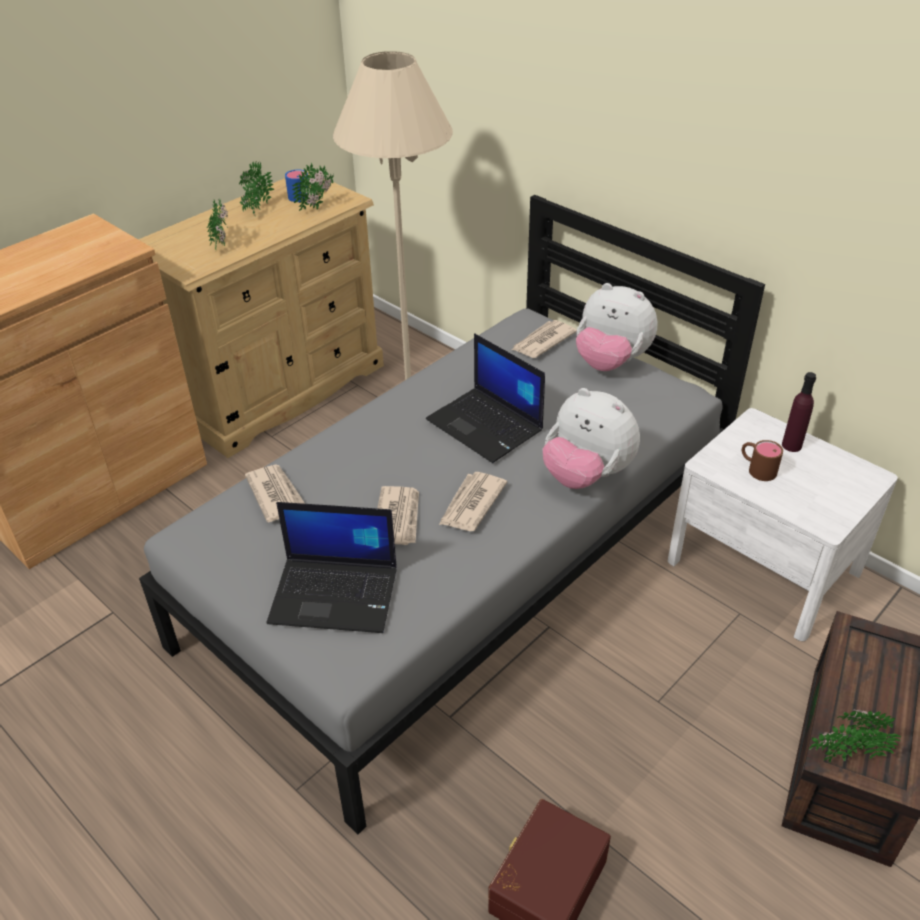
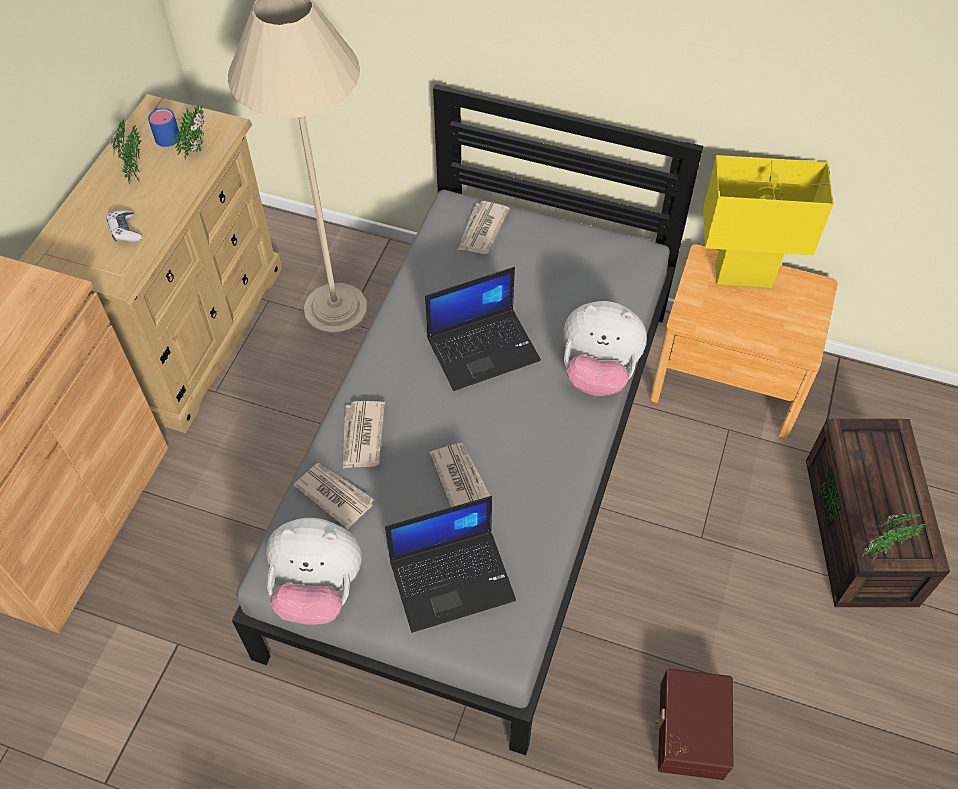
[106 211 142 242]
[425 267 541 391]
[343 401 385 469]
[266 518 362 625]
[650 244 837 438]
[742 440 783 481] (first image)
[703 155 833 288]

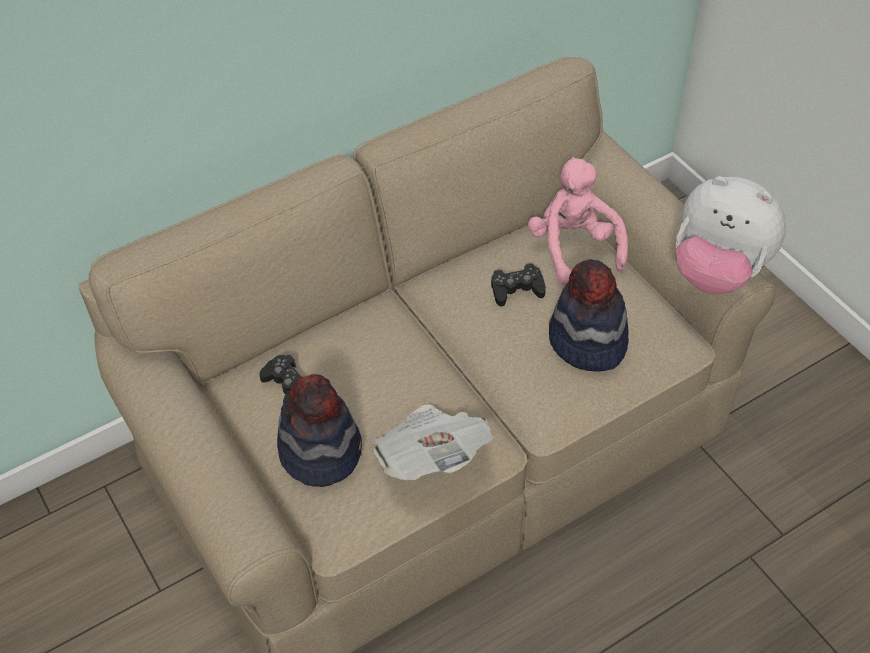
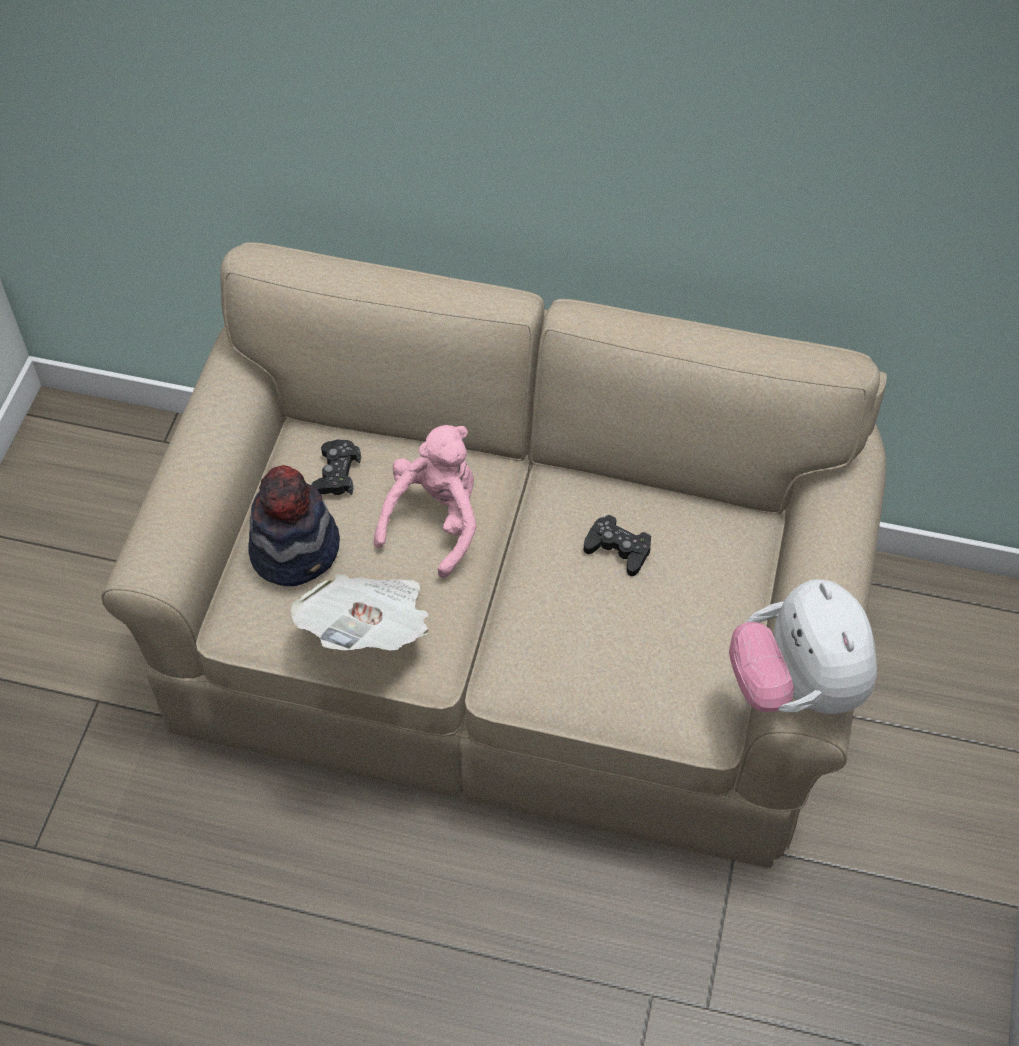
[374 425 477 578]
[549 259 629 372] (first image)

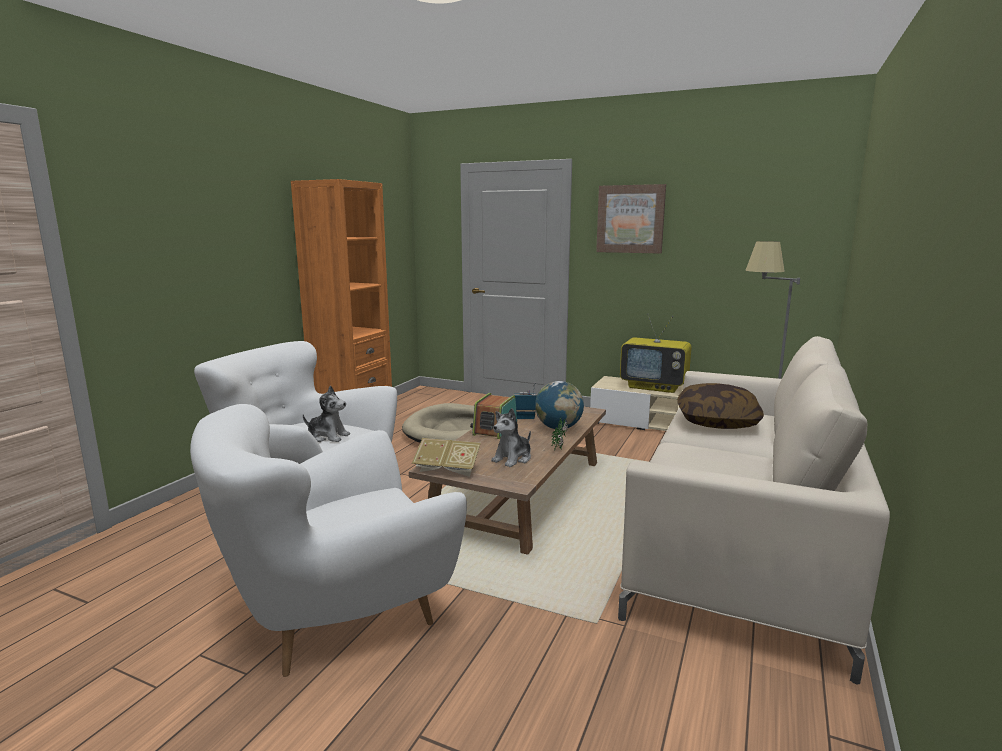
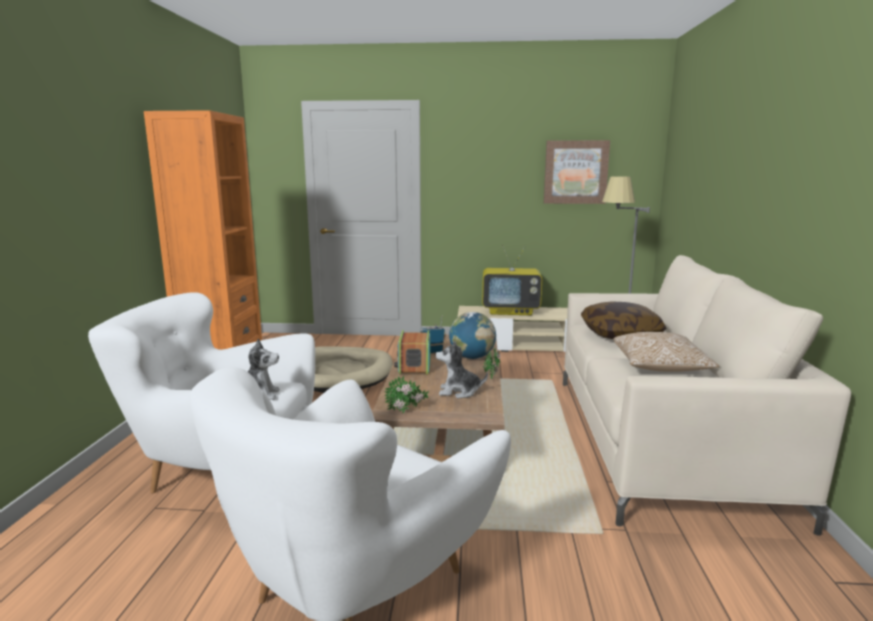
[385 376 429 413]
[436 341 488 398]
[544 140 610 204]
[613 332 720 372]

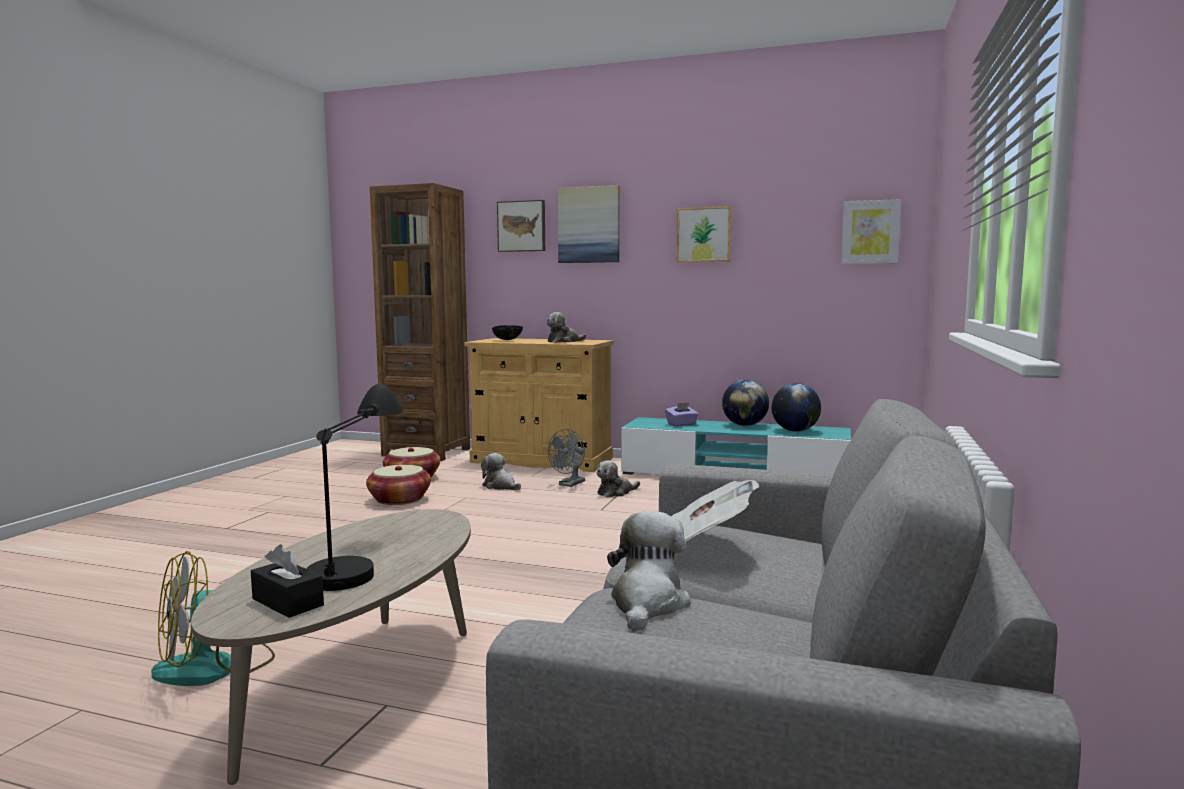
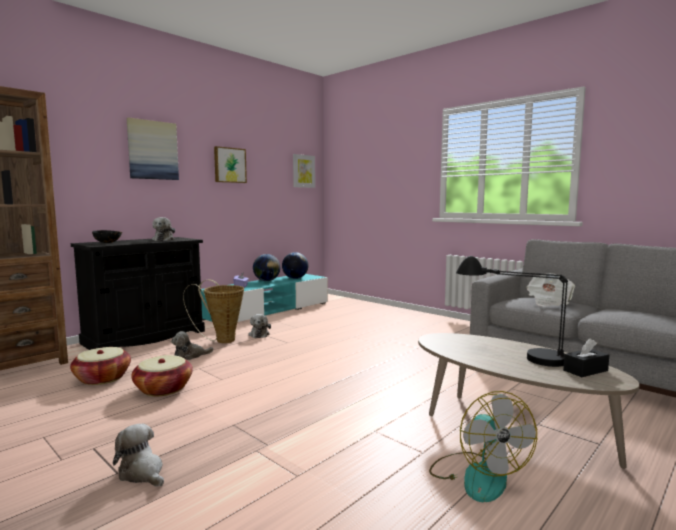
[71 237 205 350]
[497 200 545 252] (first image)
[183 280 244 343]
[113 424 164 487]

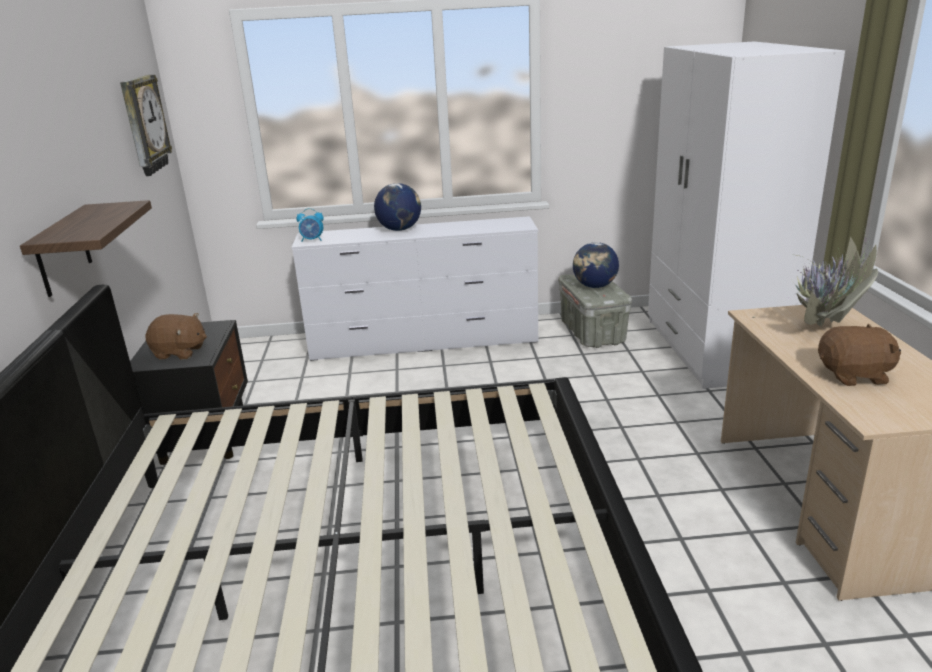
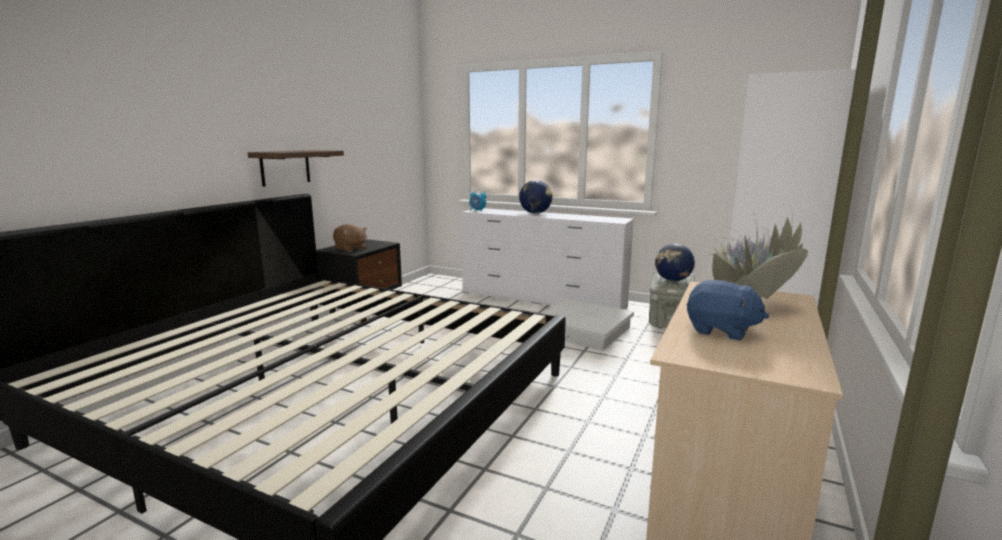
[120 75 172 176] (first image)
[687 280 769 340]
[542 299 634 350]

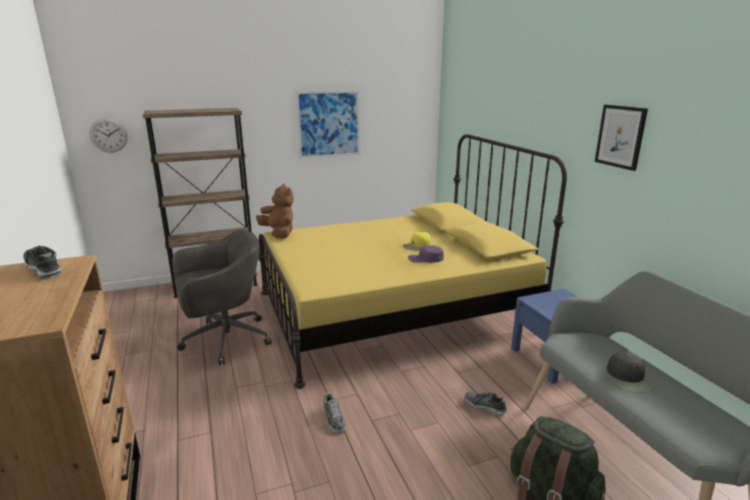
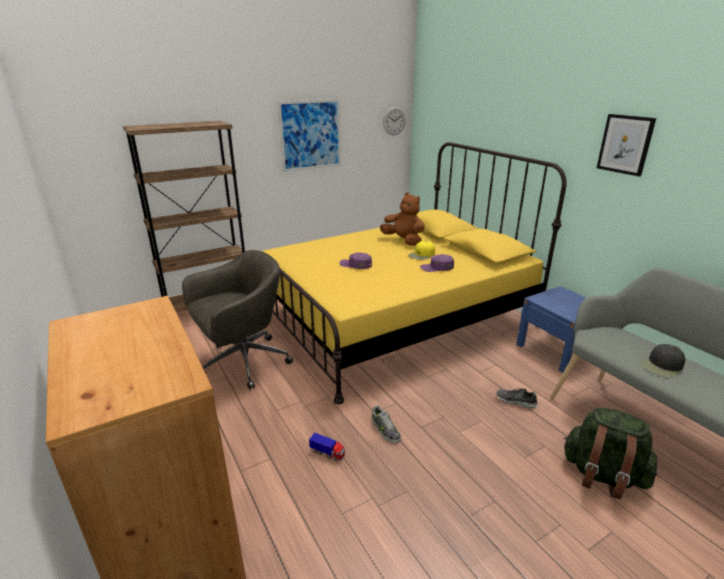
[23 245 62 279] (first image)
[383 107 406 135]
[380 192 425 246]
[641 344 685 378]
[309 433 345 461]
[340 253 372 269]

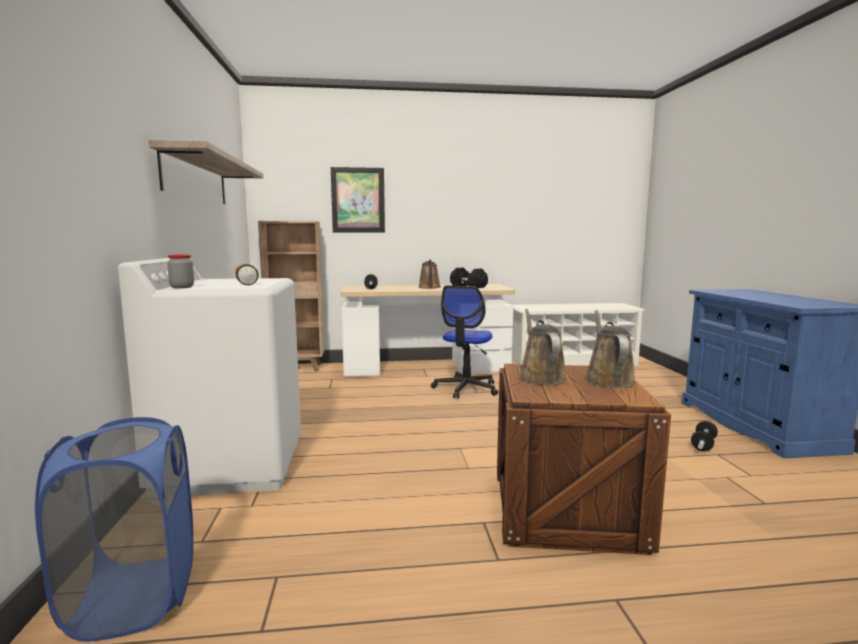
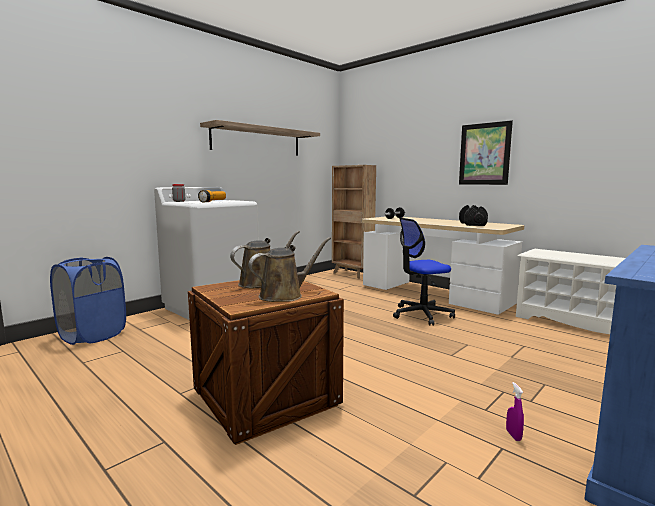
[459 120 513 185]
[418 259 440 289] (first image)
[506 382 524 441]

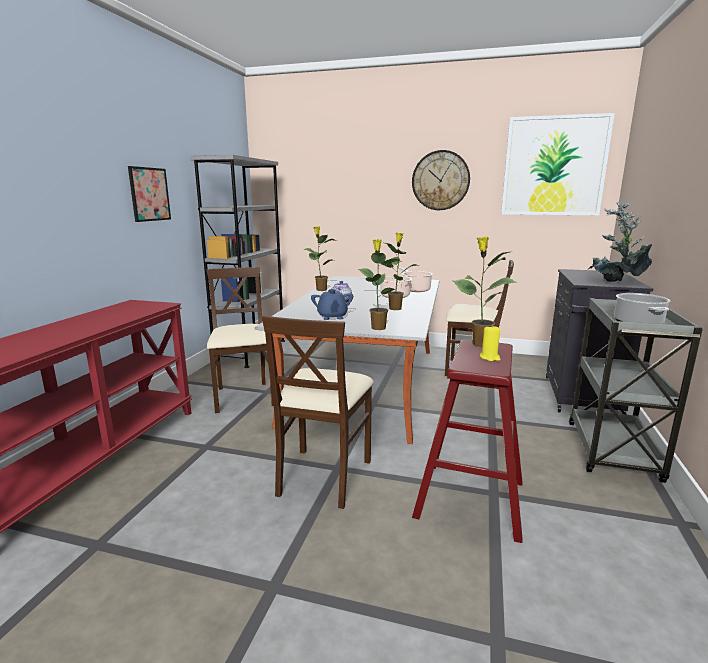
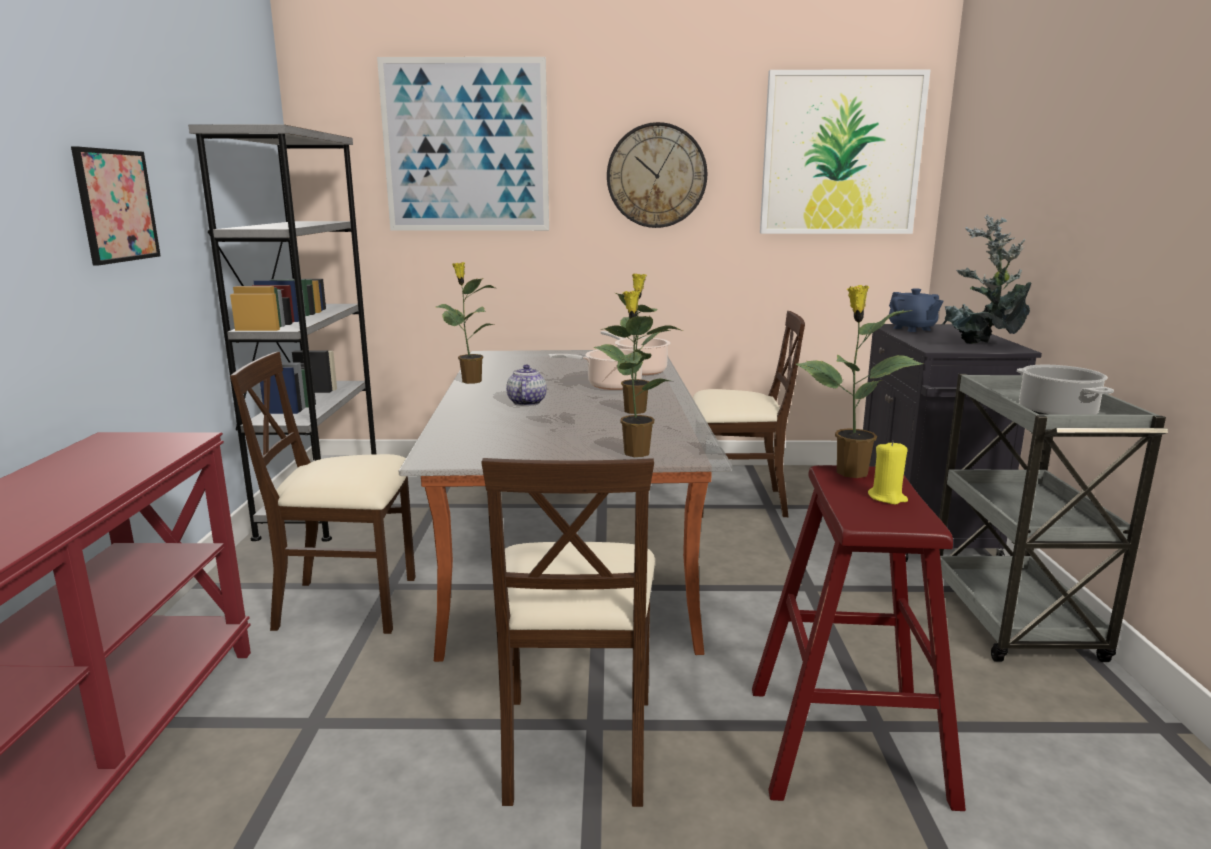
[230 352 416 634]
[889 288 943 332]
[377 57 549 231]

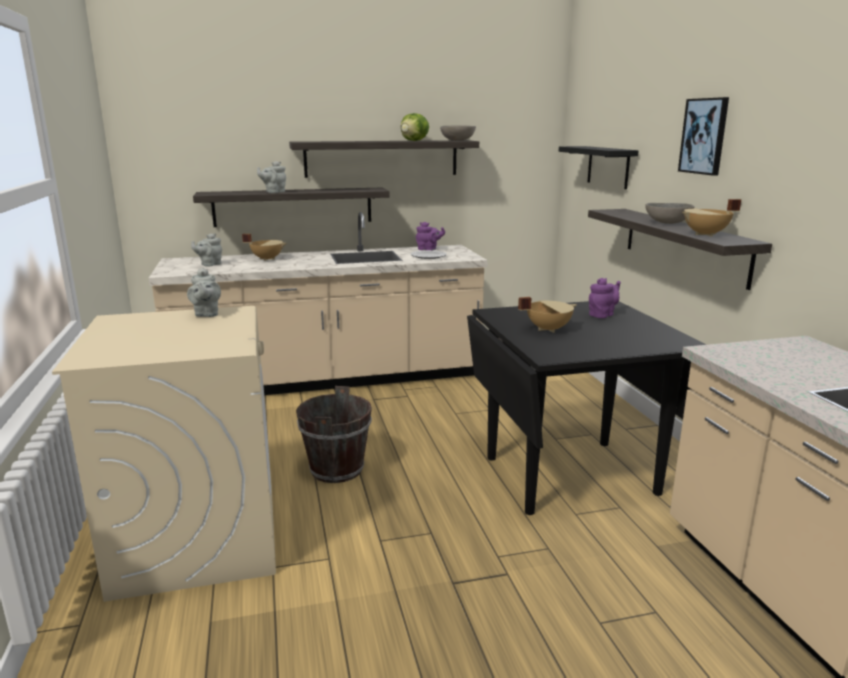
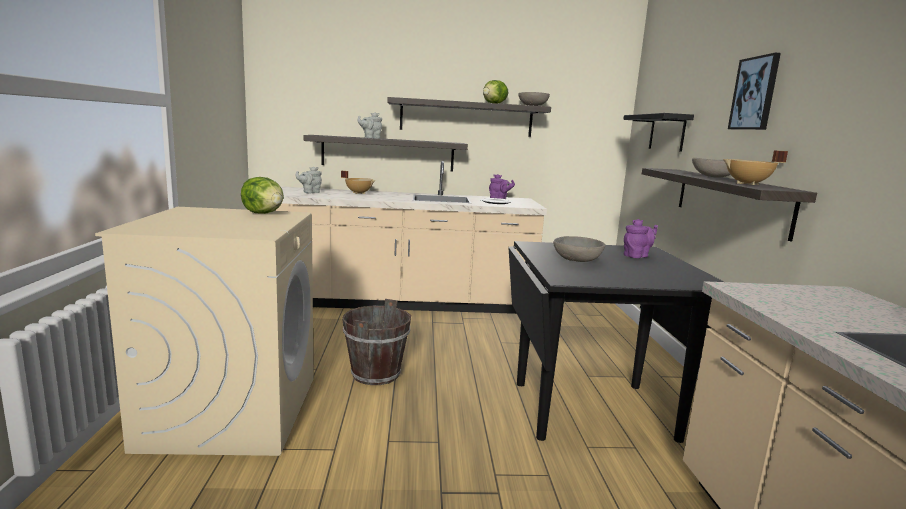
[241 177 284 214]
[553 236 605 262]

